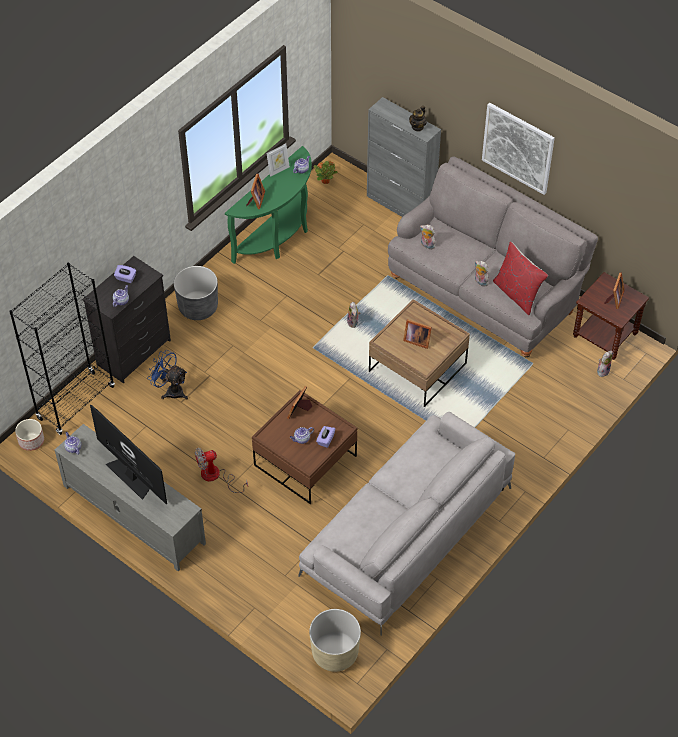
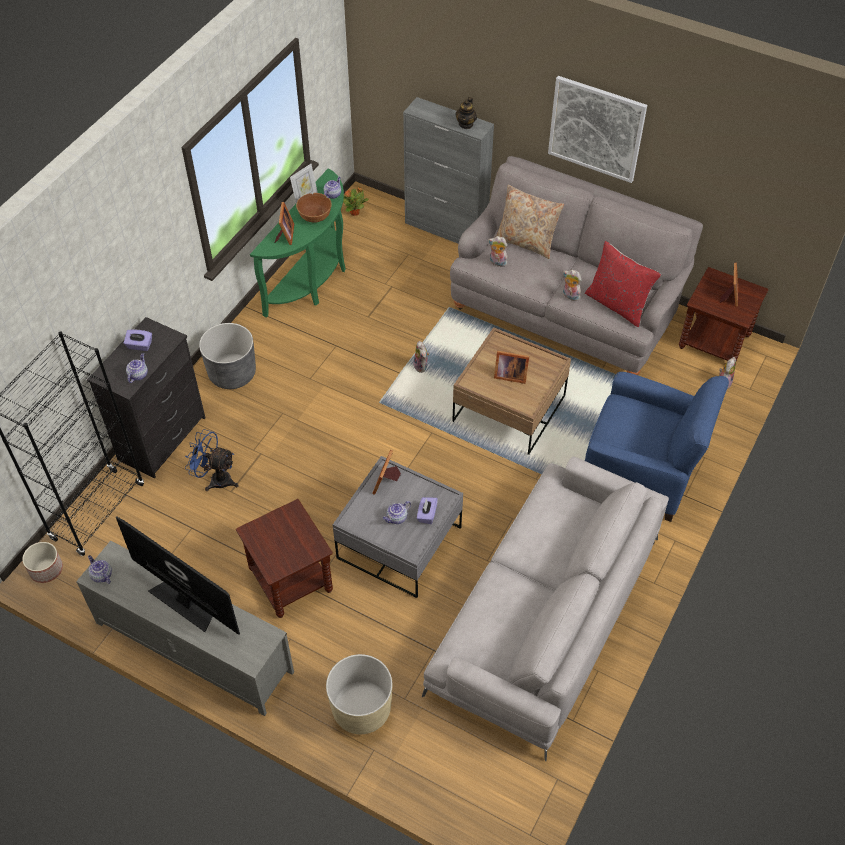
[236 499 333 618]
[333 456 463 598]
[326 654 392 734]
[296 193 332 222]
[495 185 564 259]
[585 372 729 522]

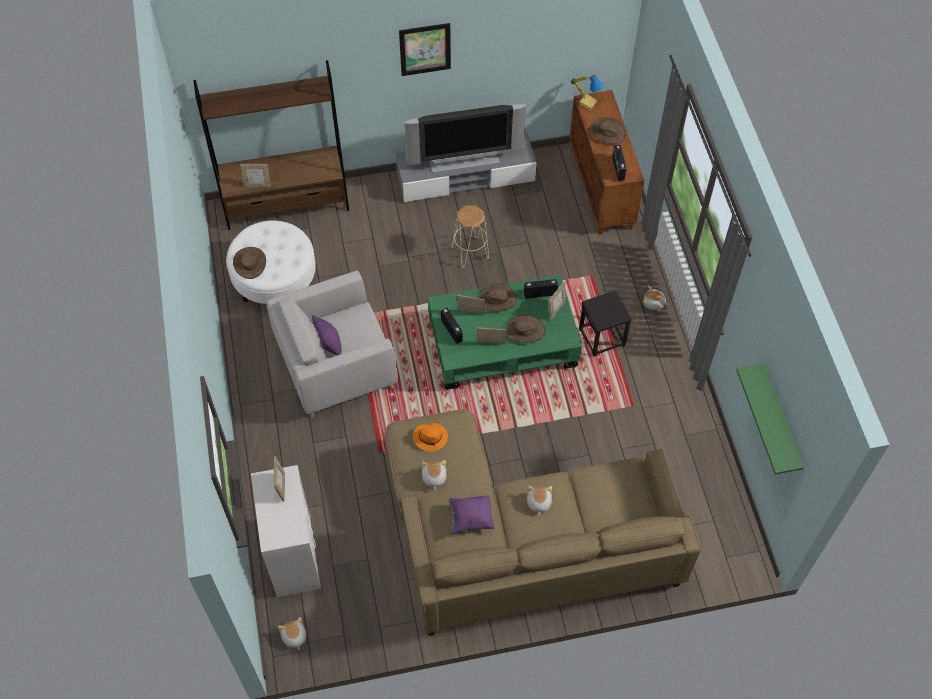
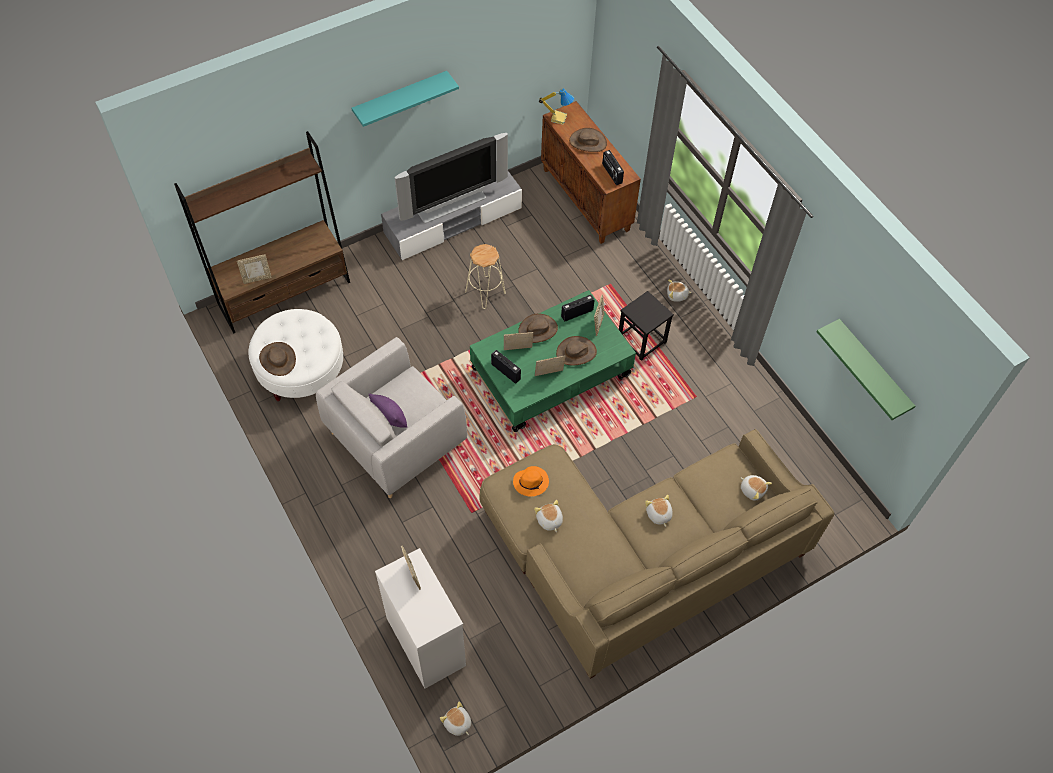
[352 71 459 127]
[448 495 495 534] (first image)
[741 475 772 501]

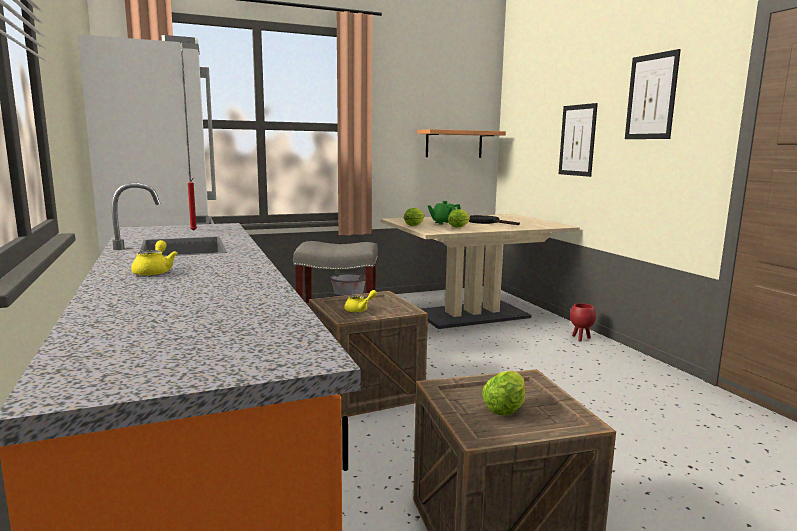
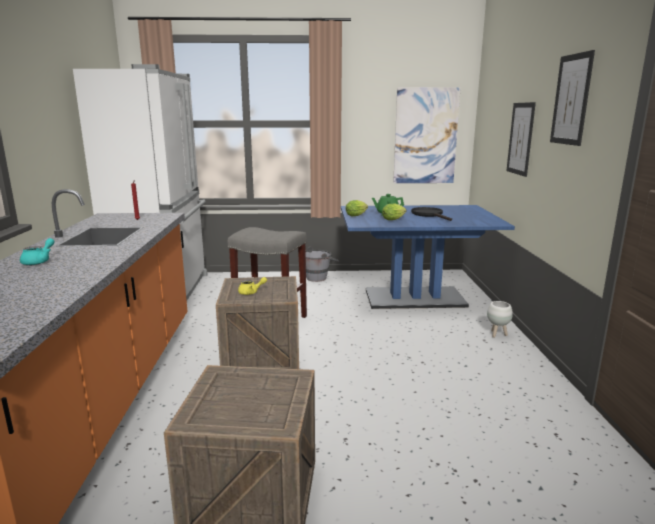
[20 238 55 265]
[341 205 515 309]
[393 87 461 183]
[482 371 525 415] (first image)
[487 301 513 338]

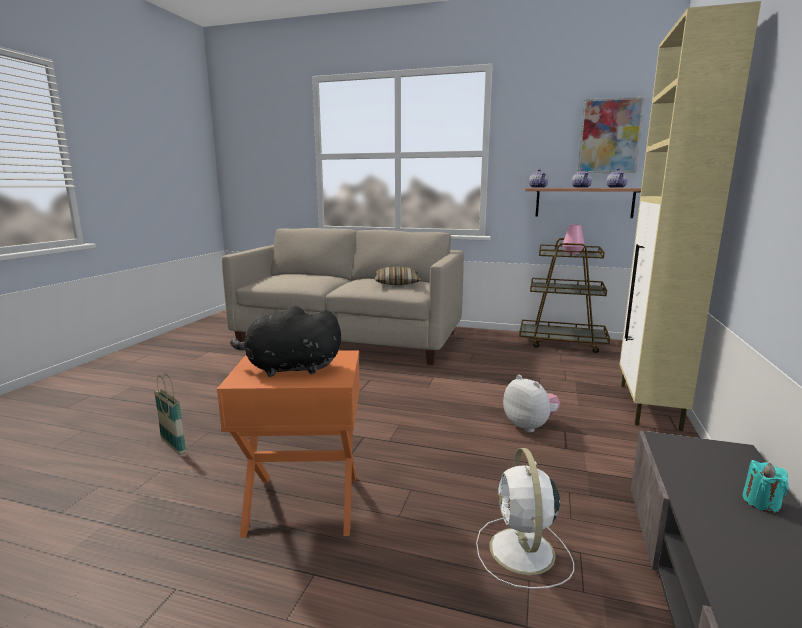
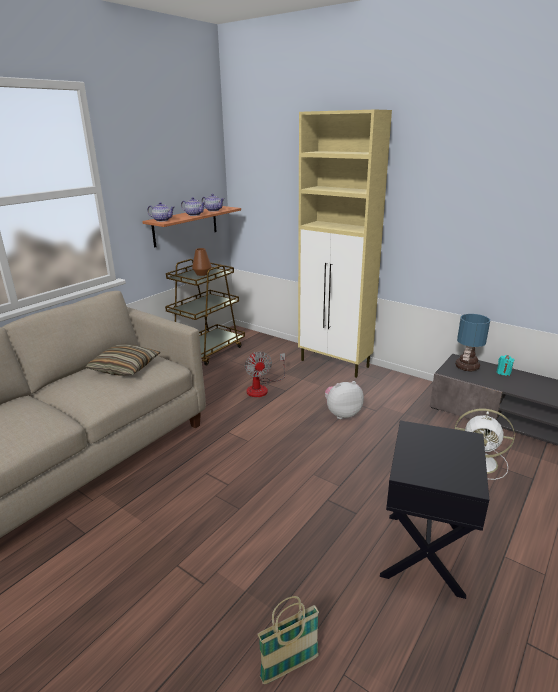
[380 421 489 599]
[230 306 341 377] (first image)
[192 248 212 276]
[578 97 645 173] (first image)
[245 352 285 397]
[455 314 490 372]

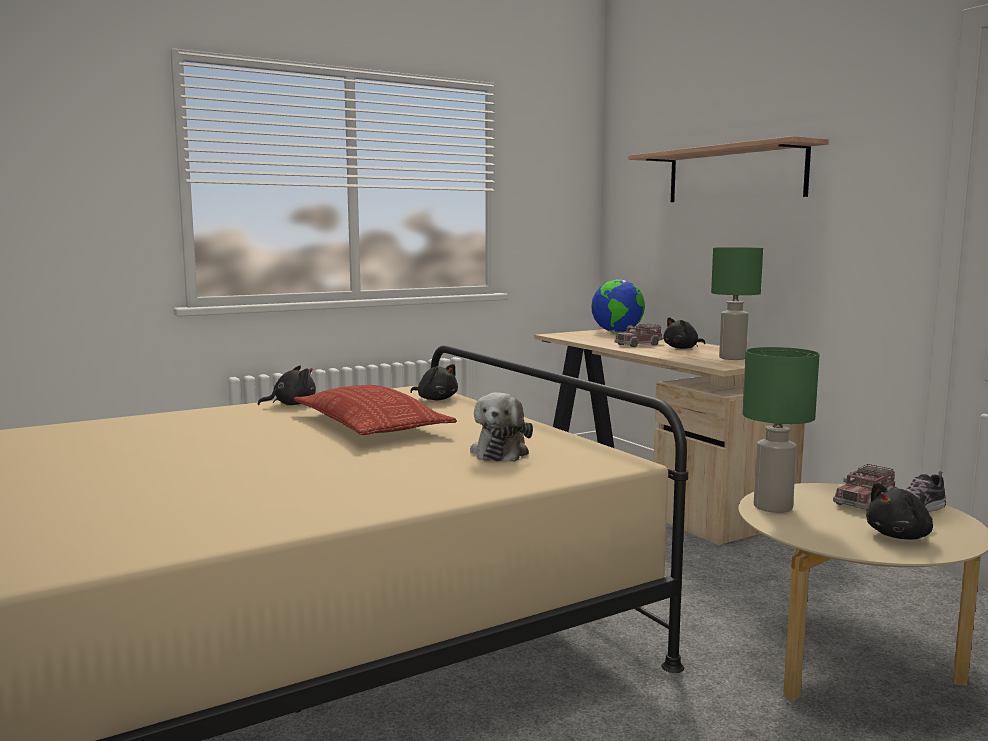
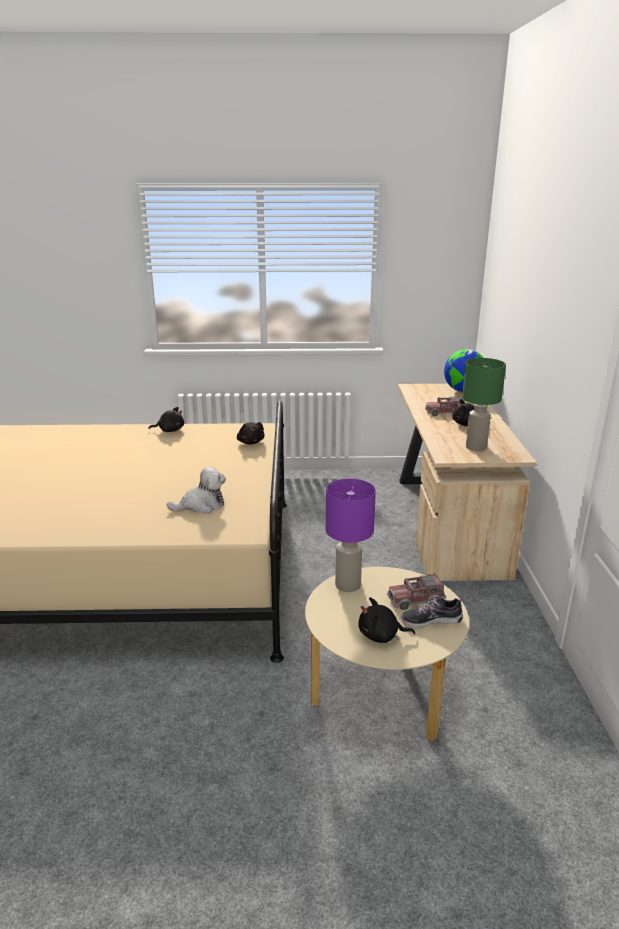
[293 385 457 435] (first image)
[167 467 226 514]
[628 136 829 202] (first image)
[326 479 376 592]

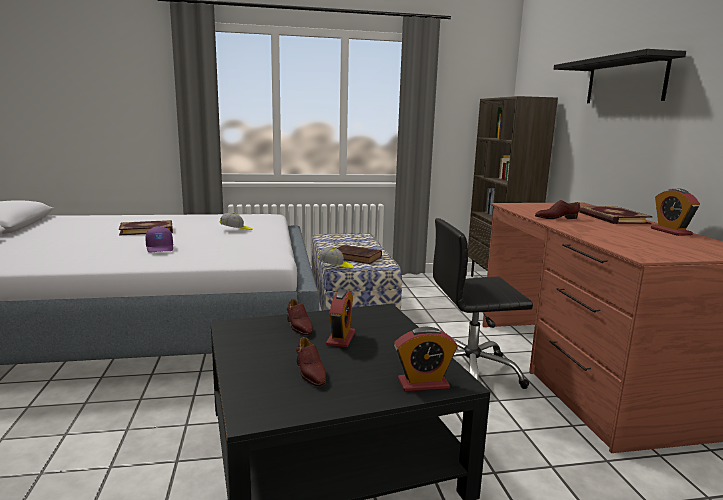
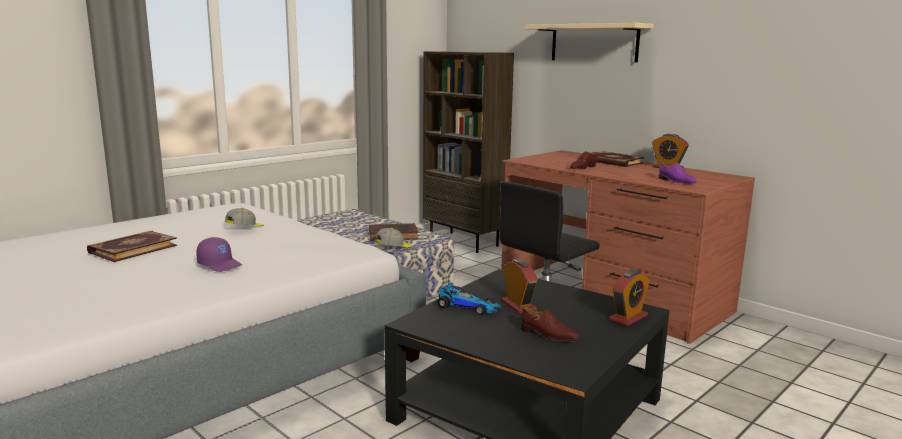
[437 283 503 315]
[525 23 654 62]
[658 162 697 184]

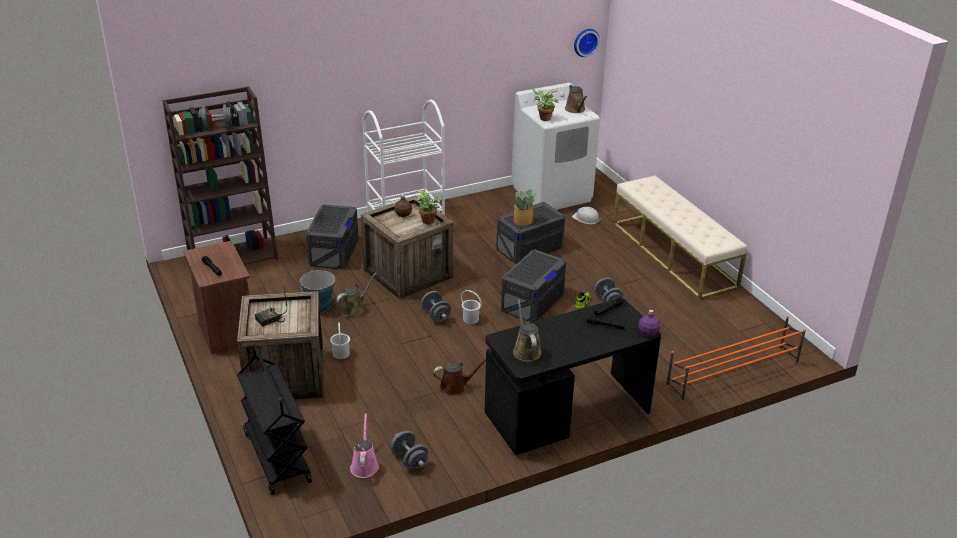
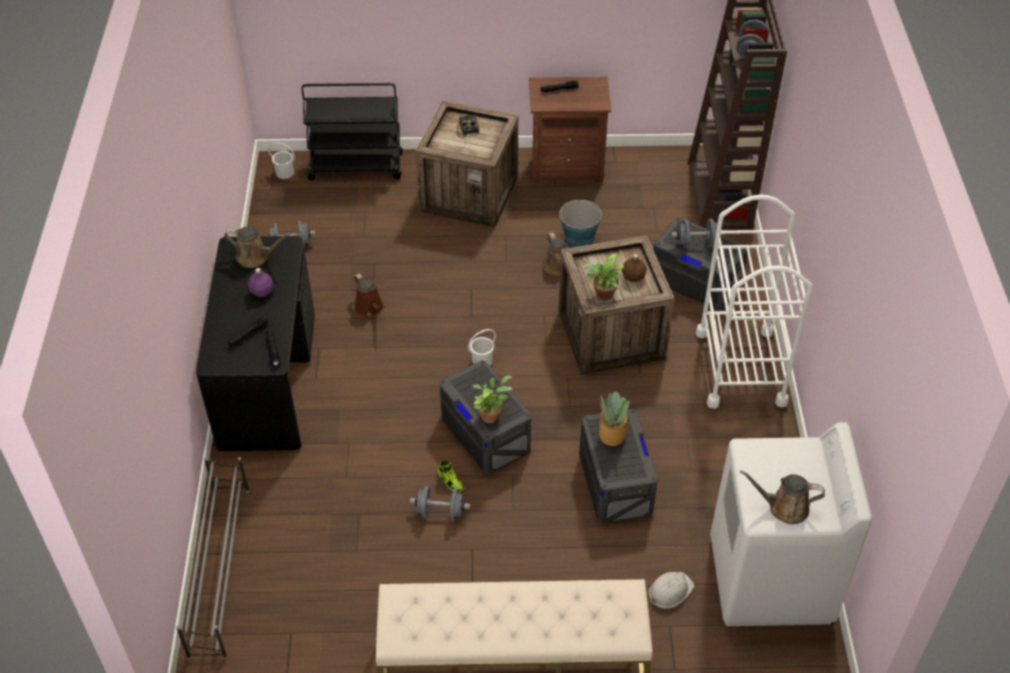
[268 142 295 179]
[350 413 379 478] (first image)
[671 219 725 249]
[354 274 387 317]
[472 376 513 423]
[574 29 600 57] (first image)
[248 268 274 297]
[176 457 250 660]

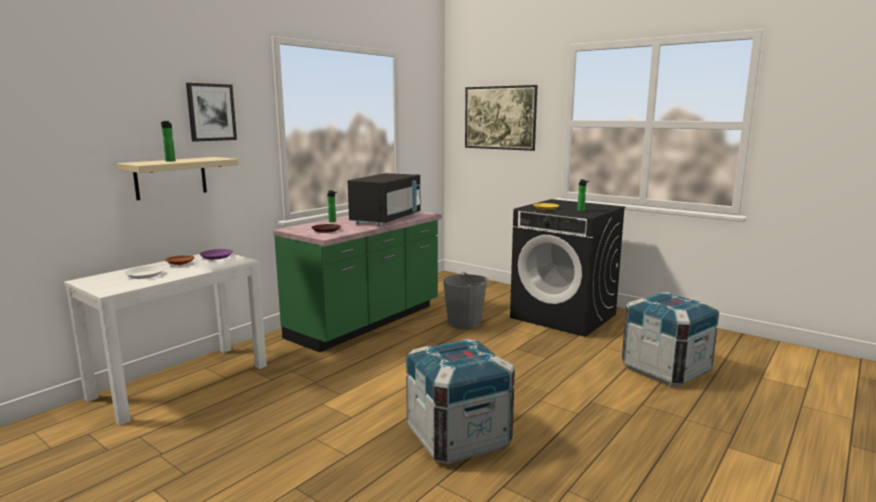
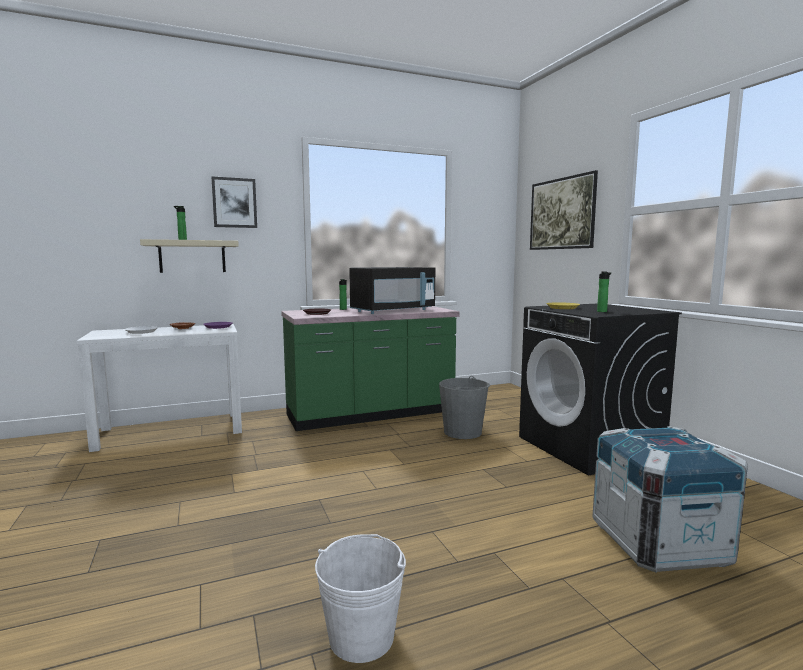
[406 339 515 464] (first image)
[315 534 406 663]

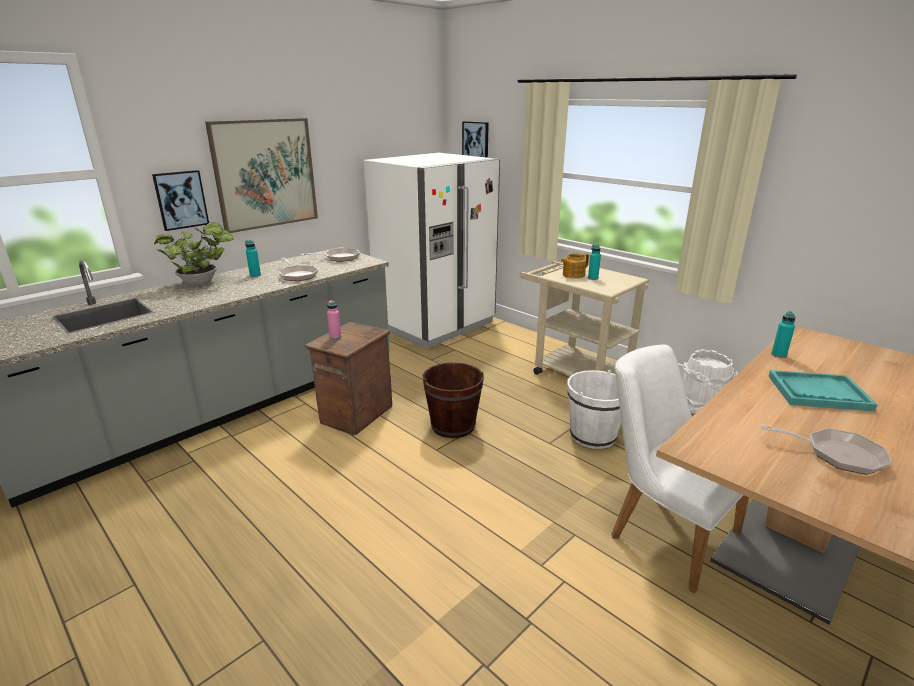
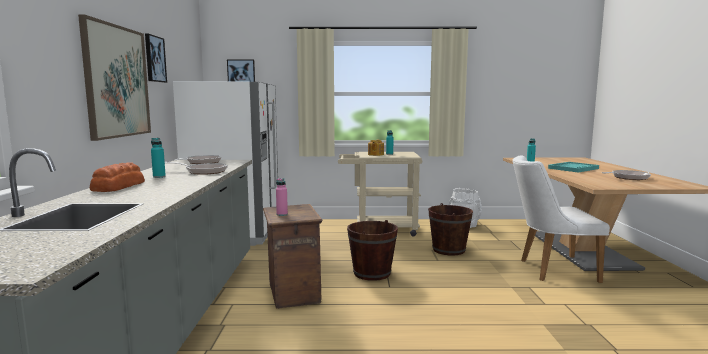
[145 34 167 83]
[90 162 145 192]
[428 203 473 256]

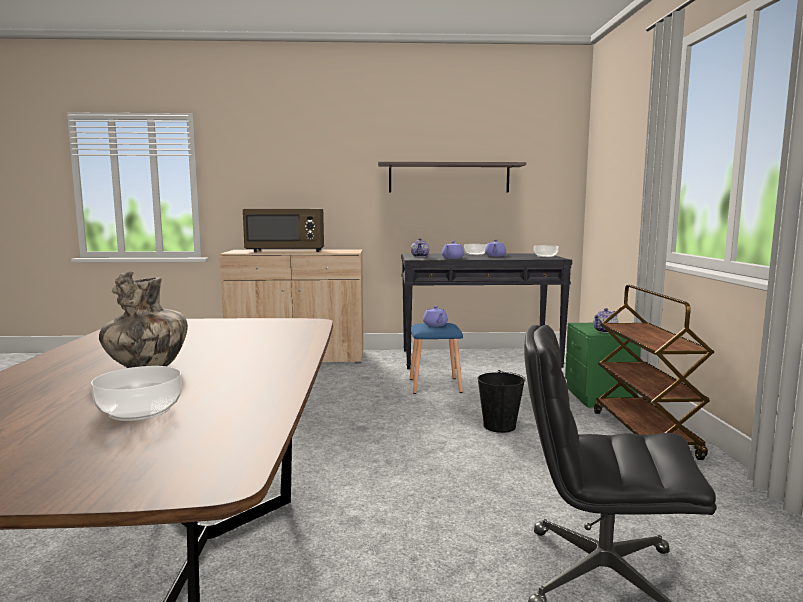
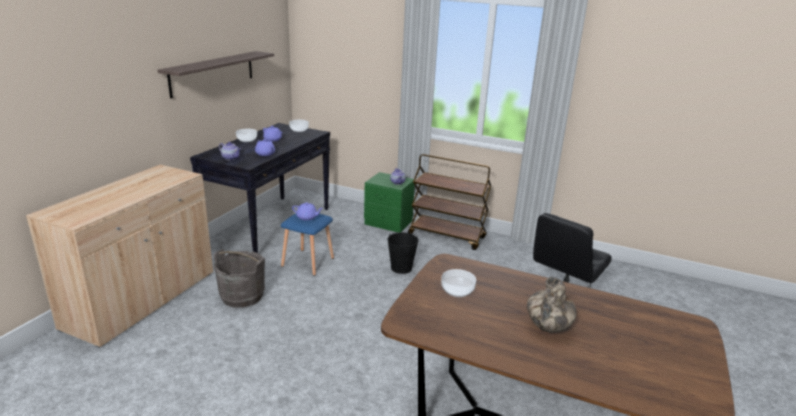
[441 269 476 297]
[243 208 324 252] (first image)
[213 249 265 308]

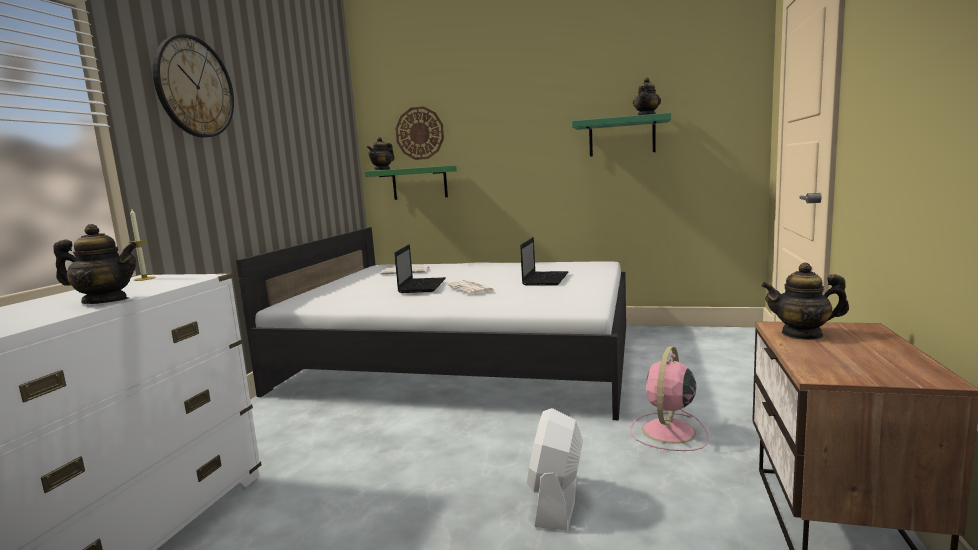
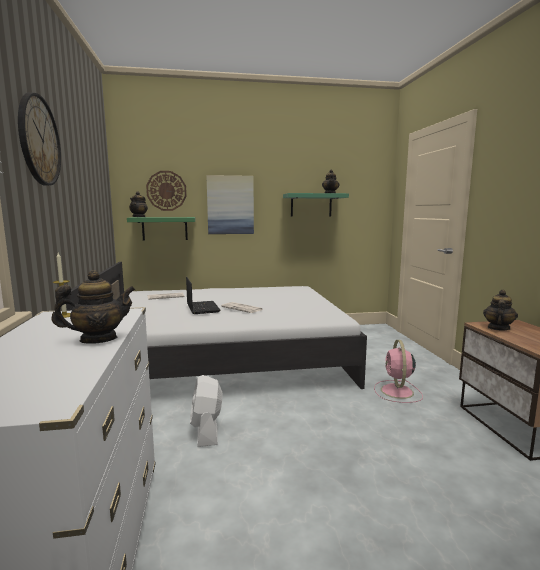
[520 237 569 286] (first image)
[190 375 223 447]
[483 290 518 330]
[206 175 254 234]

